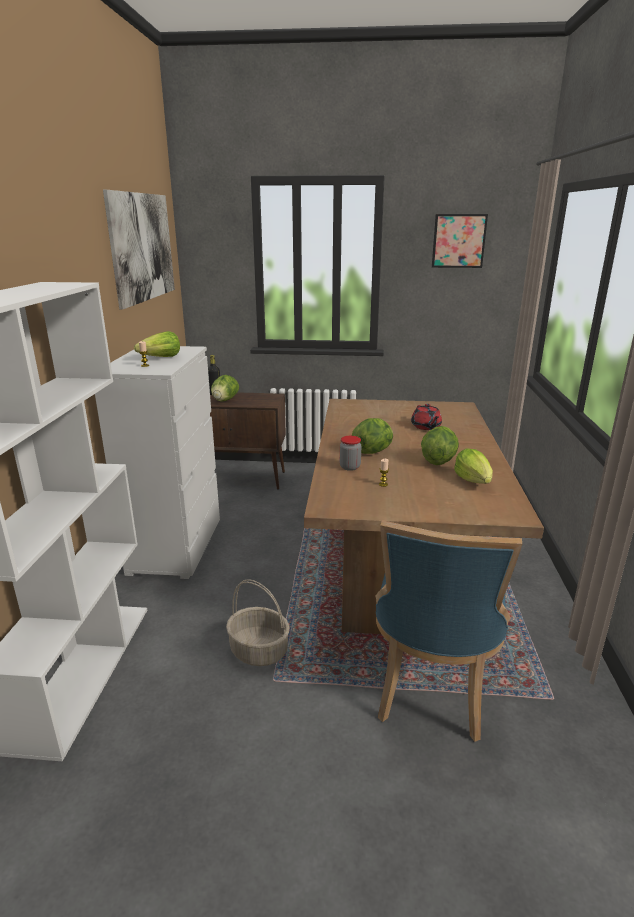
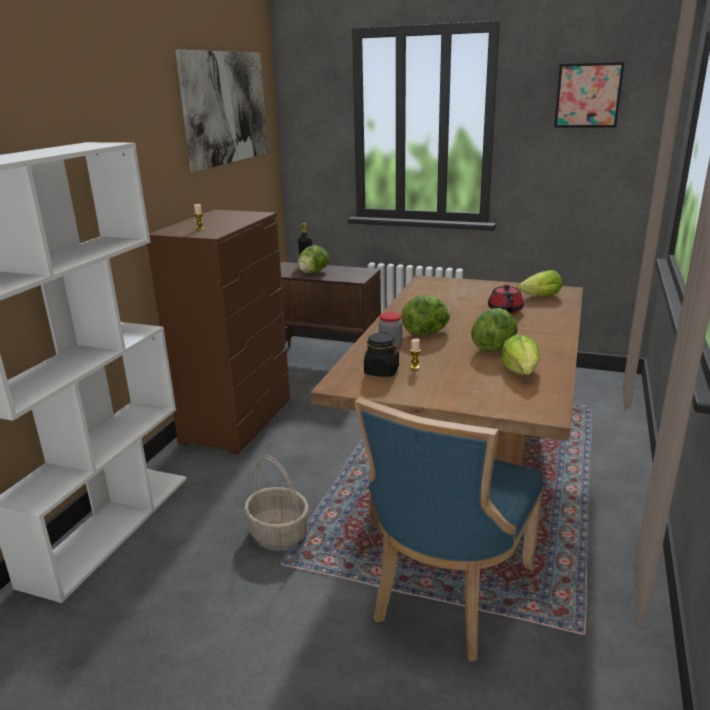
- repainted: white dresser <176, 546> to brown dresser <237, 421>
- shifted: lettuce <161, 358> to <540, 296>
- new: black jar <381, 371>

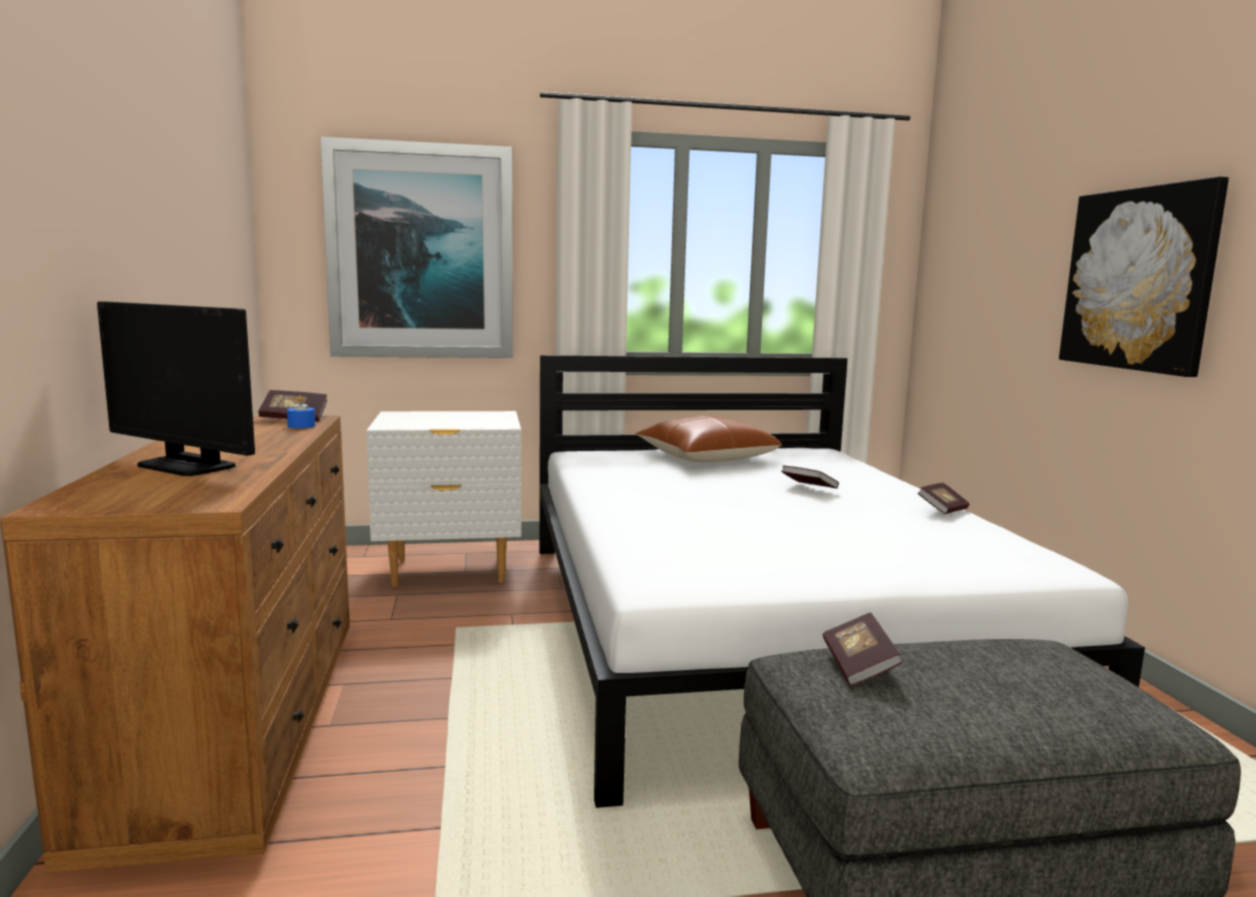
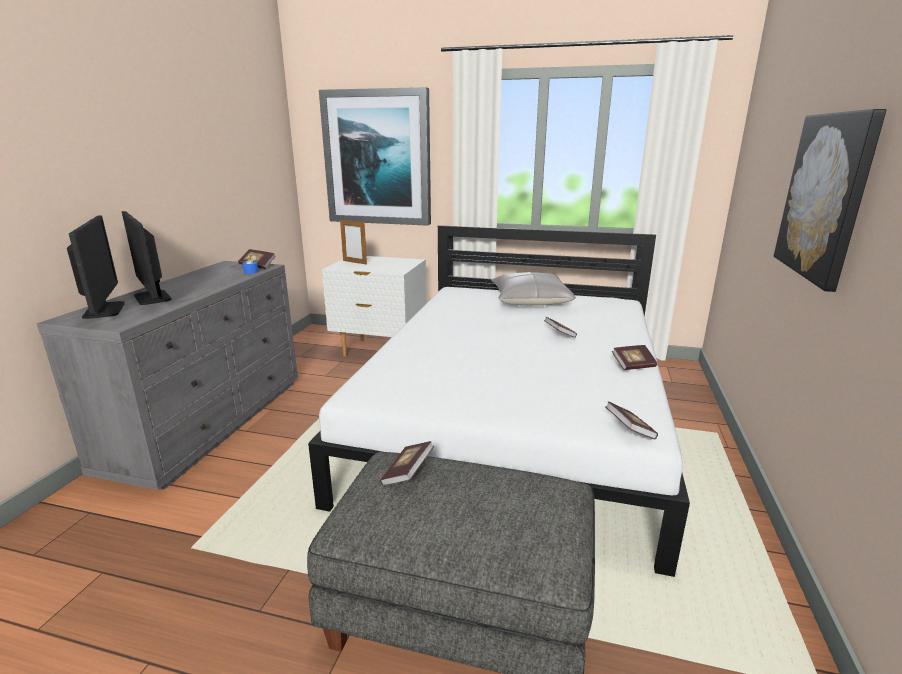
- repainted: brown dresser <240, 725> to grey dresser <211, 422>
- repainted: brown pillow <706, 457> to grey pillow <530, 300>
- new: monitor <104, 310>
- new: picture frame <354, 262>
- new: book <629, 430>

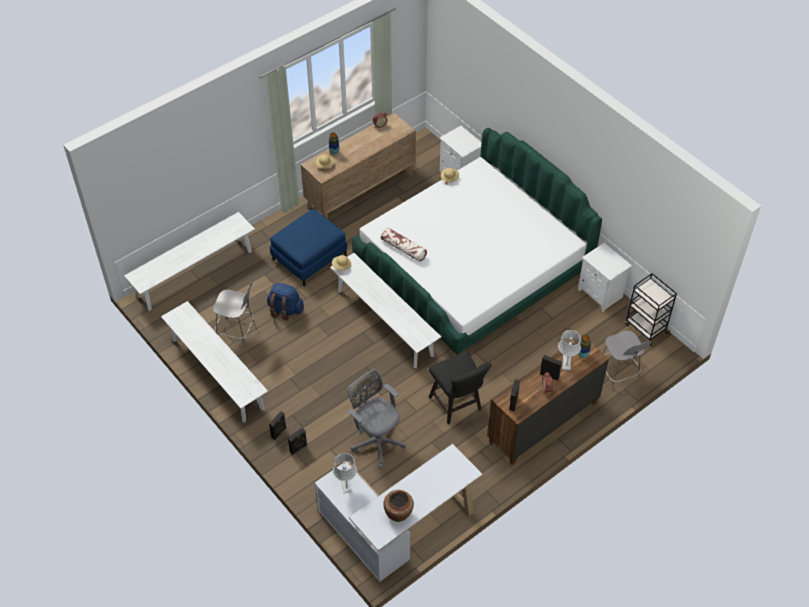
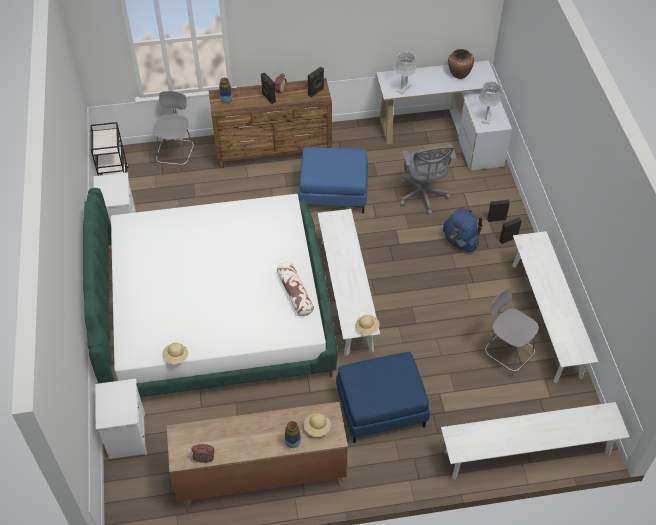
- shifted: blue backpack <285, 310> to <460, 241>
- swapped: black chair <457, 406> to blue ottoman <333, 192>
- shifted: grey table lamp <566, 362> to <403, 88>

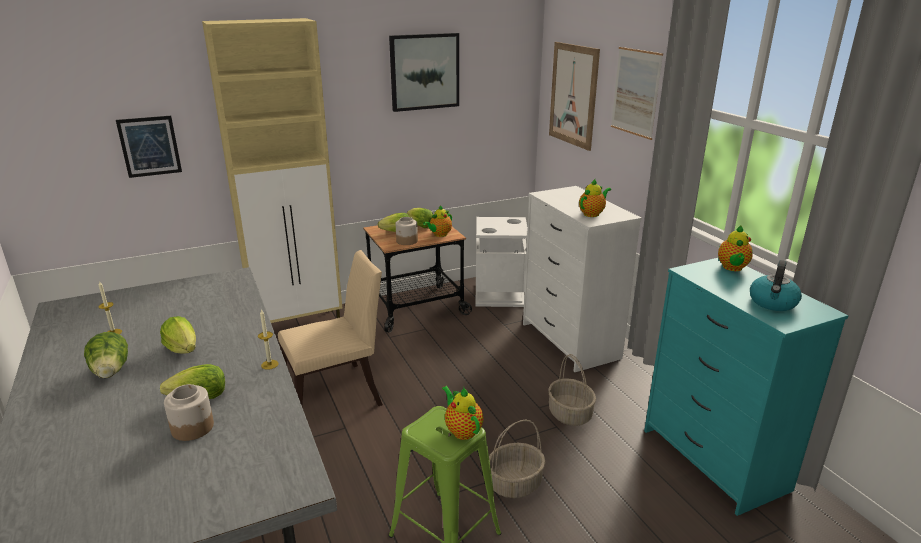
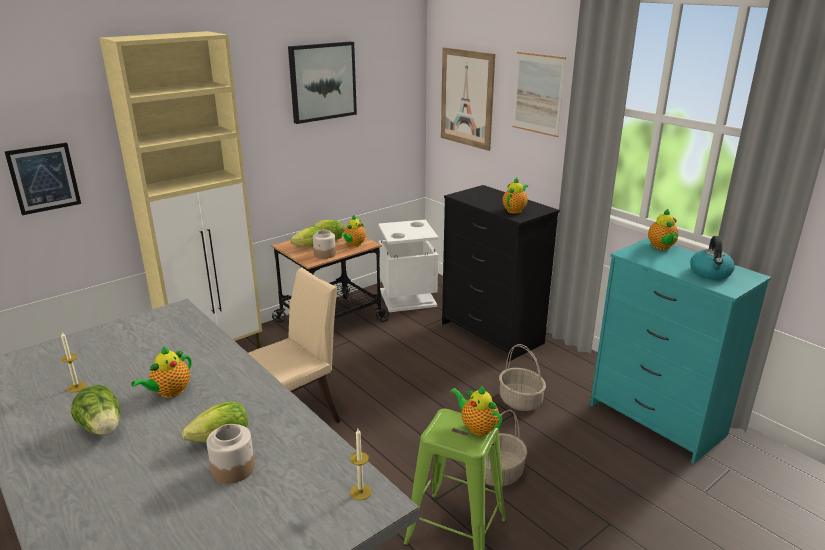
- swapped: lettuce <183, 349> to teapot <169, 392>
- shifted: candle <269, 364> to <360, 492>
- repainted: white dresser <569, 341> to black dresser <491, 333>

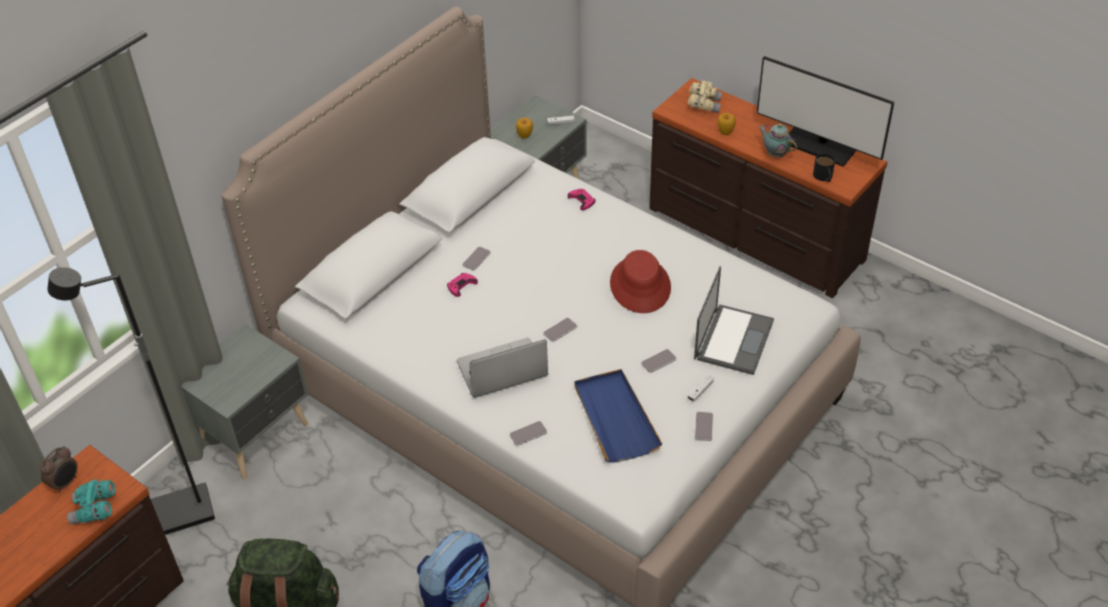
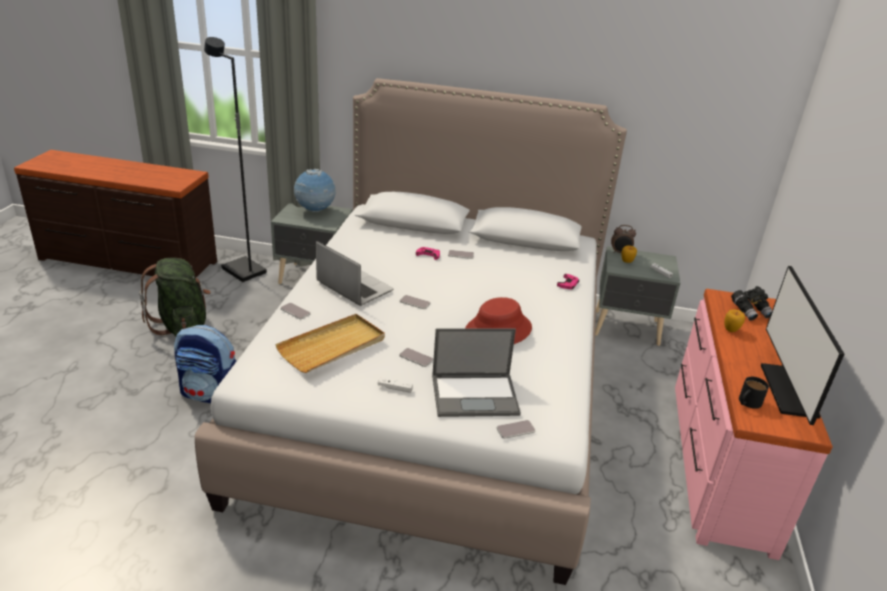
- shifted: alarm clock <65, 483> to <620, 253>
- gone: turquoise binoculars <95, 510>
- repainted: blue tray <615, 418> to beige tray <332, 346>
- repainted: brown dresser <753, 235> to pink dresser <718, 461>
- repainted: beige binoculars <704, 104> to black binoculars <750, 311>
- shifted: phone <703, 427> to <515, 430>
- gone: teapot <775, 154>
- new: globe <315, 211>

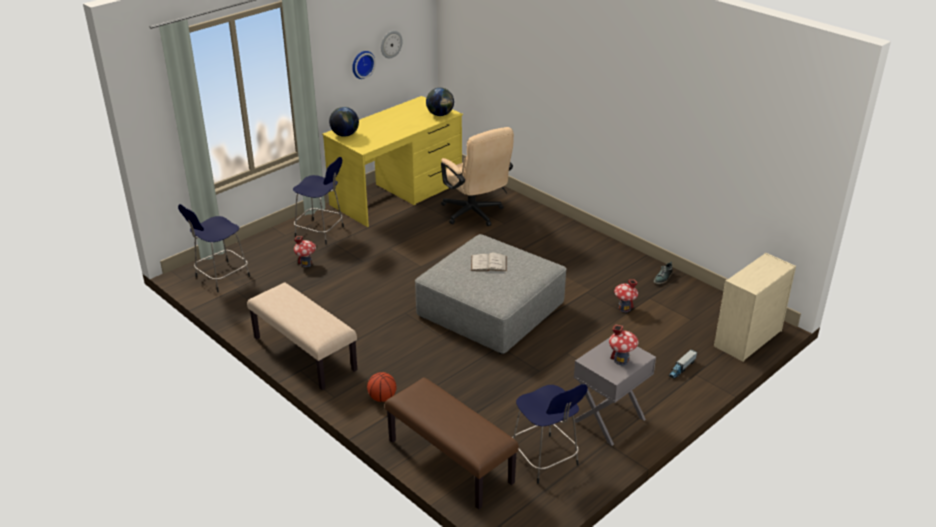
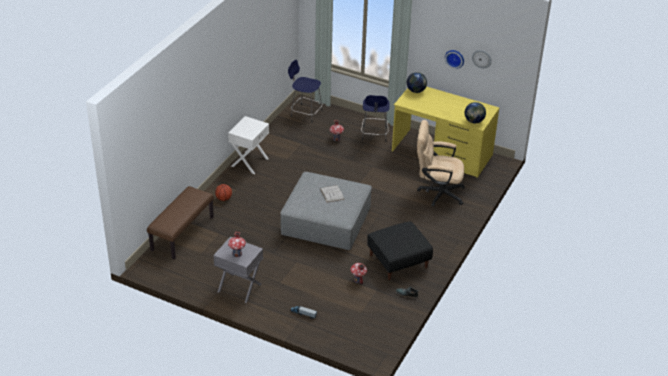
- swapped: beige bench <303, 354> to white nightstand <249, 162>
- rotated: beige office chair <475, 214> = <437, 192> 60 degrees clockwise
- gone: blue stool <545, 460>
- gone: beige dresser <747, 339>
- new: black ottoman <398, 261>

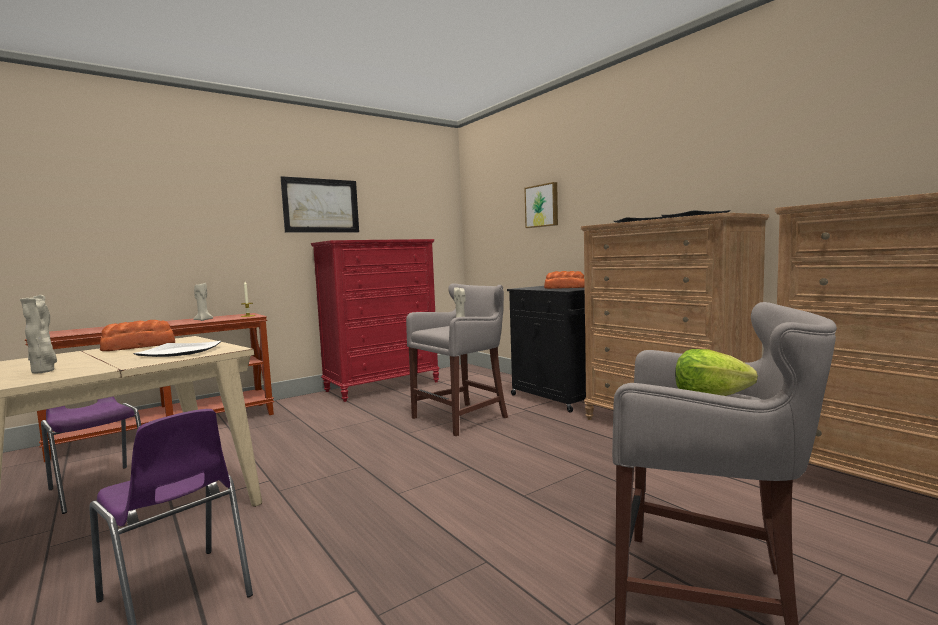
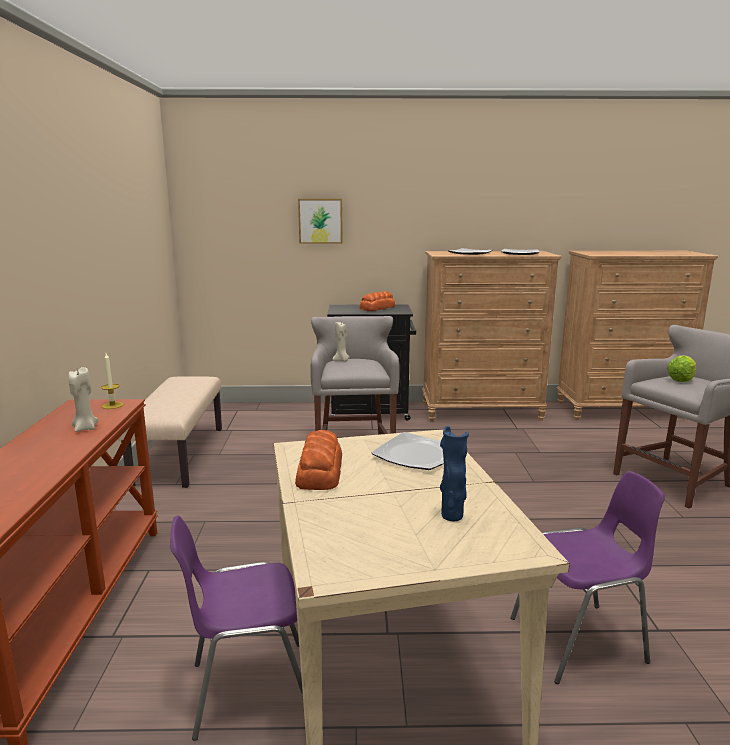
- repainted: beige vase <44, 371> to blue vase <452, 516>
- gone: picture <321, 206>
- swapped: red dresser <383, 386> to beige bench <179, 455>

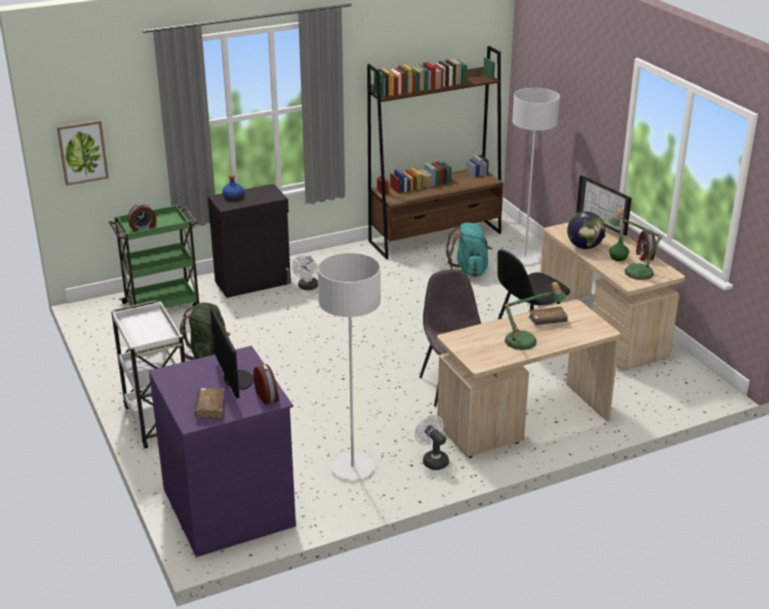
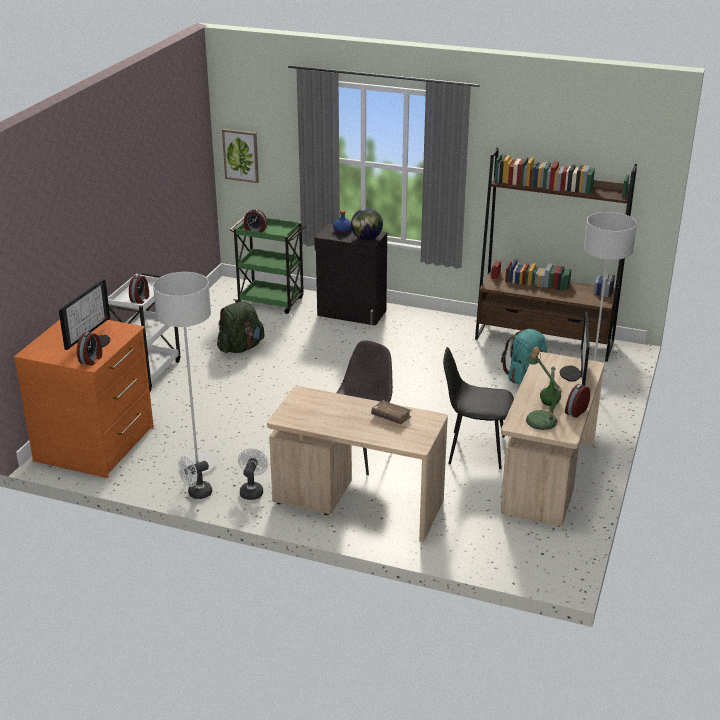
- repainted: purple dresser <230, 506> to orange dresser <96, 444>
- gone: brown book <210, 408>
- shifted: white fan <307, 287> to <196, 494>
- gone: table lamp <526, 342>
- shifted: globe <584, 247> to <366, 239>
- new: alarm clock <140, 299>

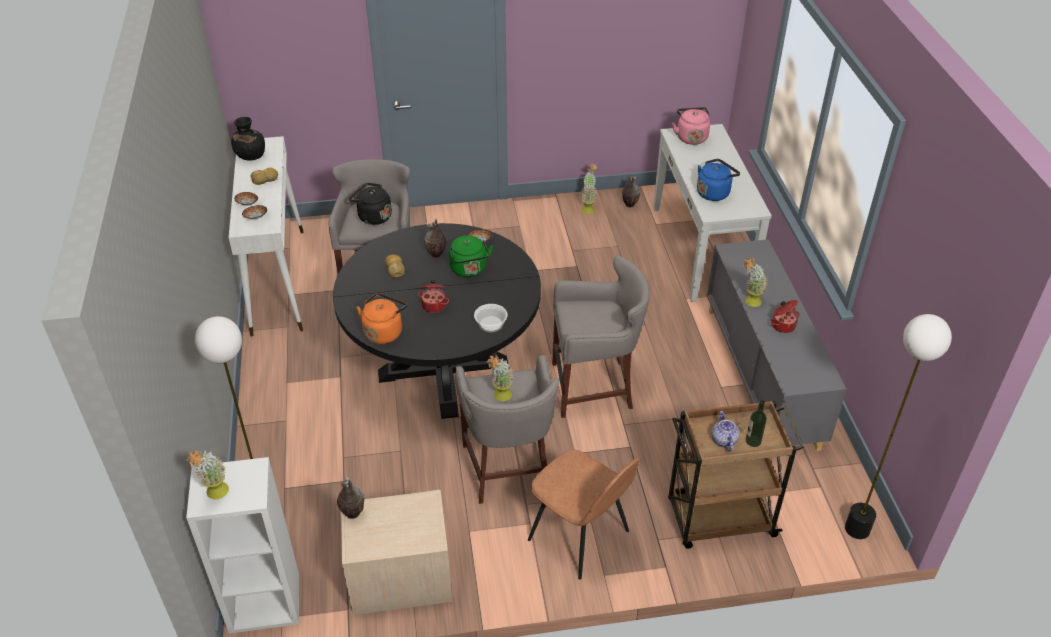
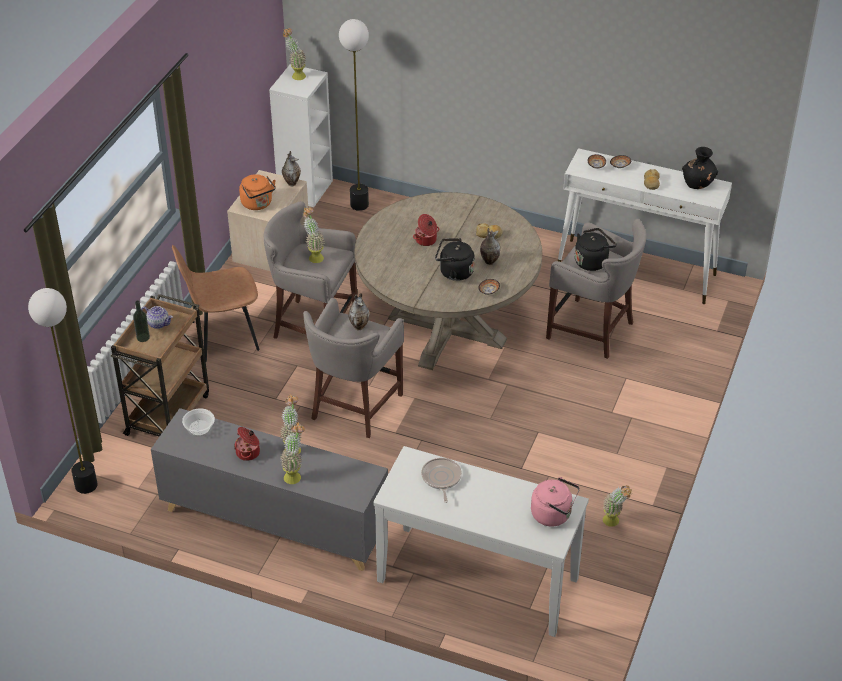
- repainted: black dining table <443, 369> to beige dining table <447, 329>
- shifted: orange kettle <384, 331> to <258, 204>
- repainted: green kettle <469, 270> to black kettle <454, 272>
- shifted: bowl <490, 324> to <199, 428>
- shifted: vase <629, 205> to <359, 326>
- swapped: blue kettle <714, 192> to frying pan <441, 478>
- new: potted plant <294, 474>

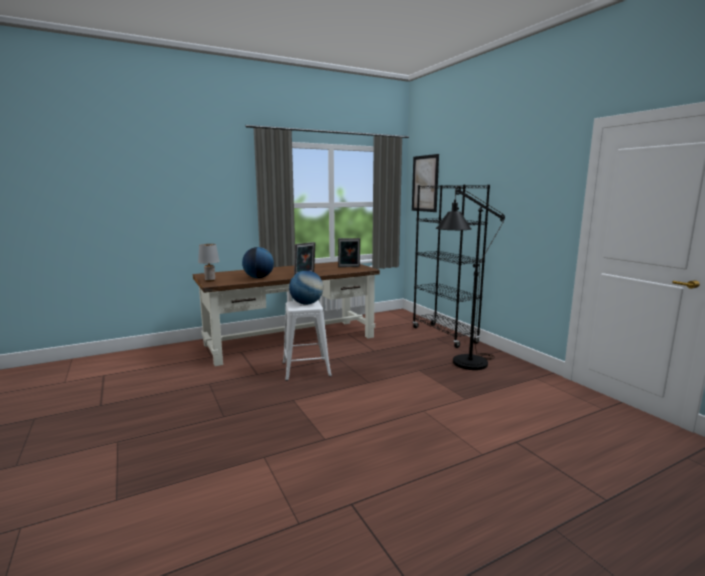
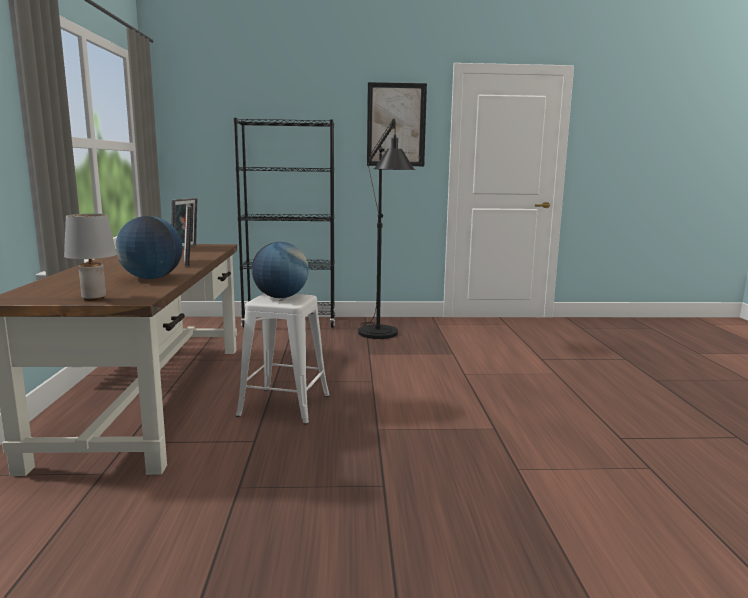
- shifted: picture <425, 183> to <396, 125>

